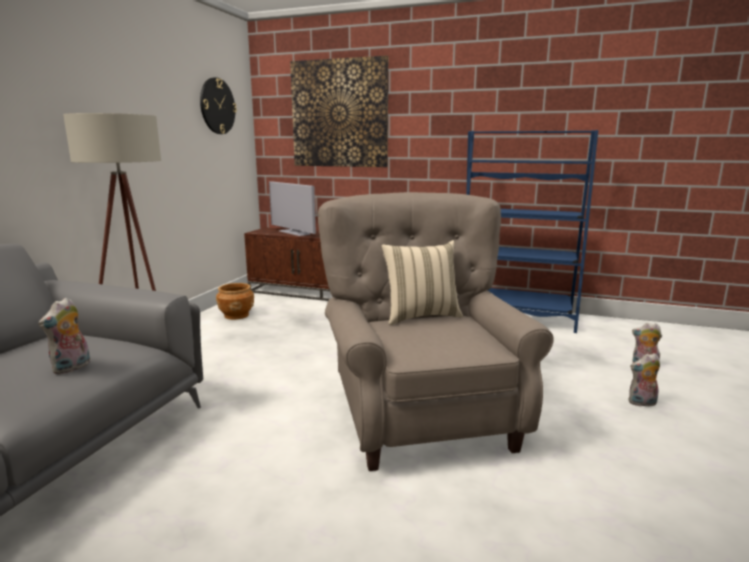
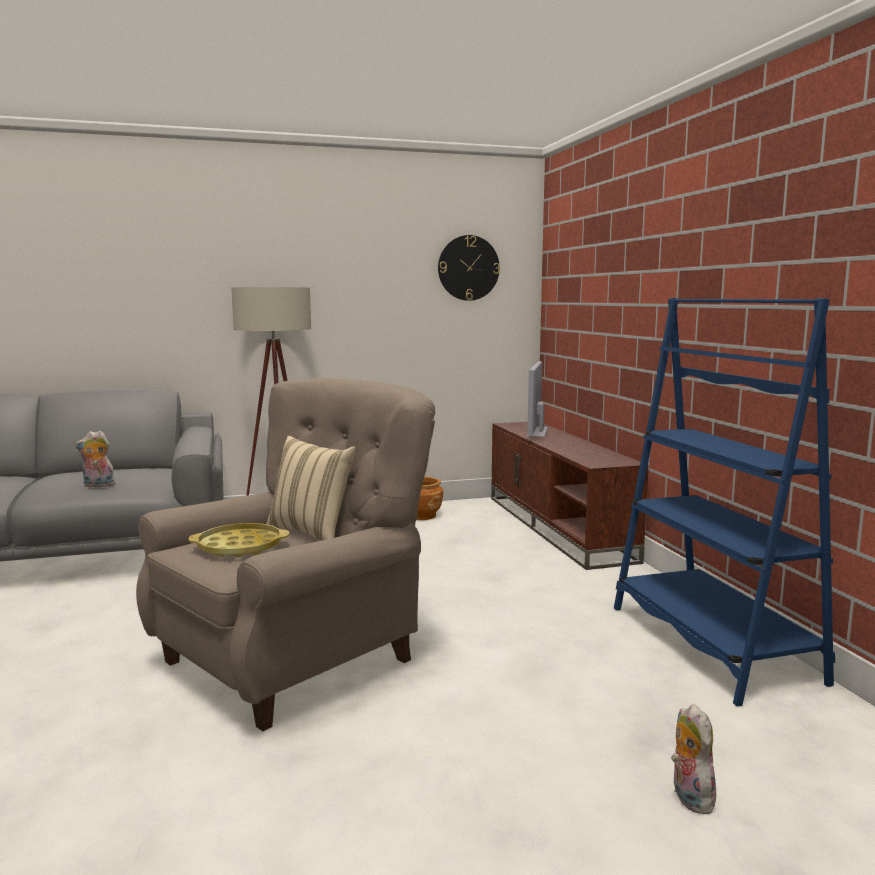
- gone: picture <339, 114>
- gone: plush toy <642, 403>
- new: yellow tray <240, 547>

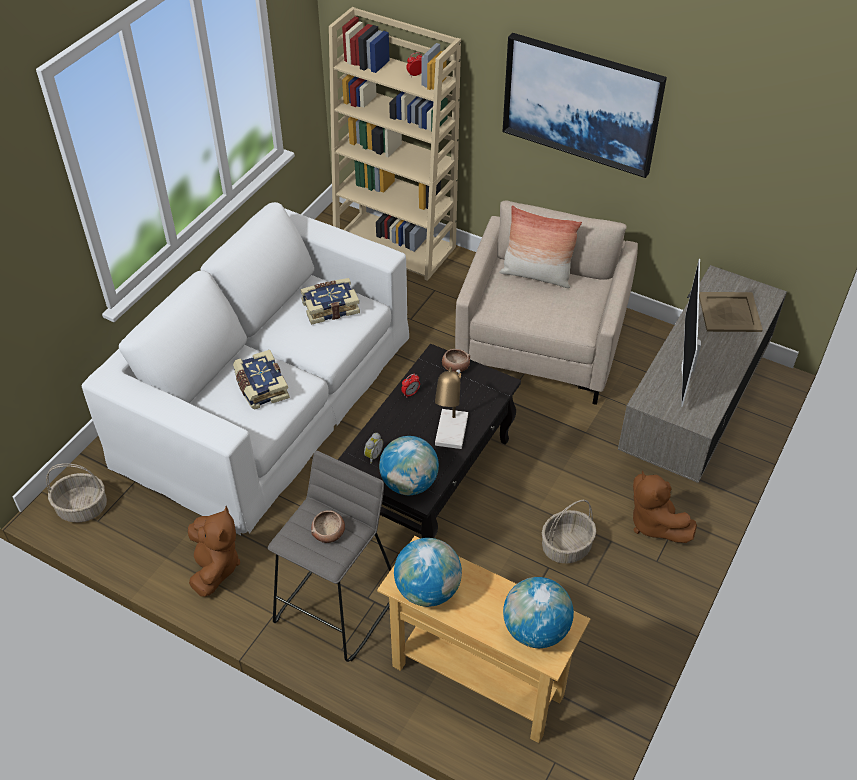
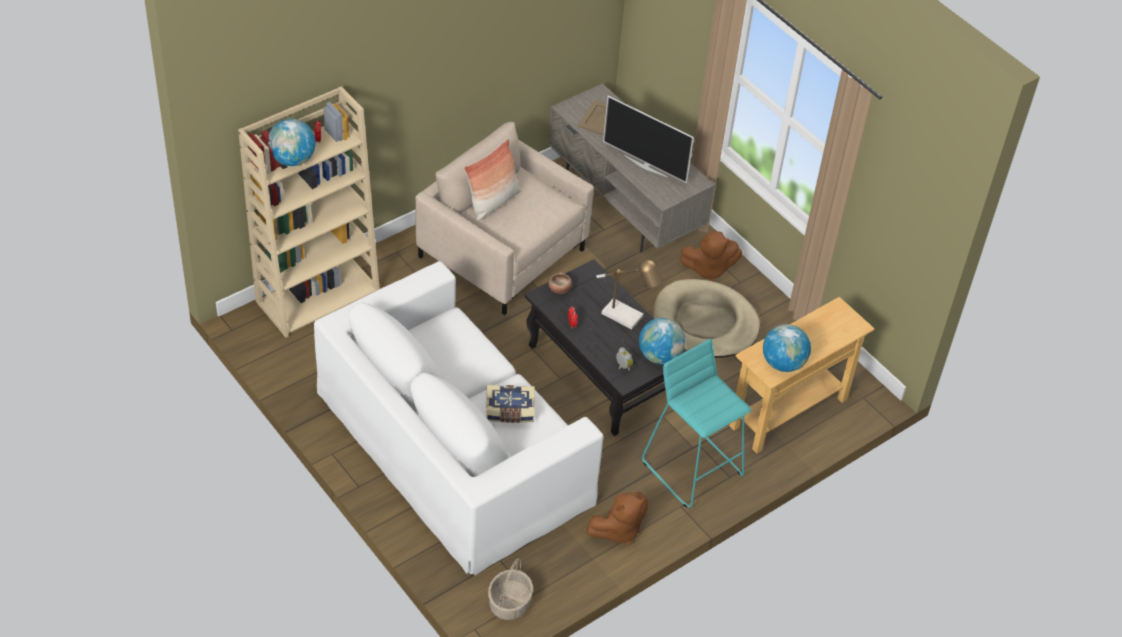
- rotated: brown plush toy <215, 567> = <618, 530> 135 degrees clockwise
- repainted: grey stool <337, 608> to turquoise stool <693, 468>
- gone: book <330, 307>
- gone: bowl <329, 533>
- gone: picture <581, 103>
- shifted: globe <535, 630> to <292, 159>
- swapped: basket <566, 547> to beige dog bed <705, 323>

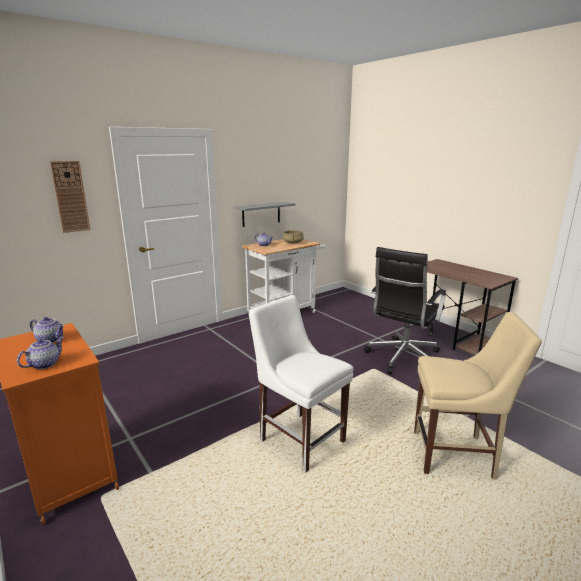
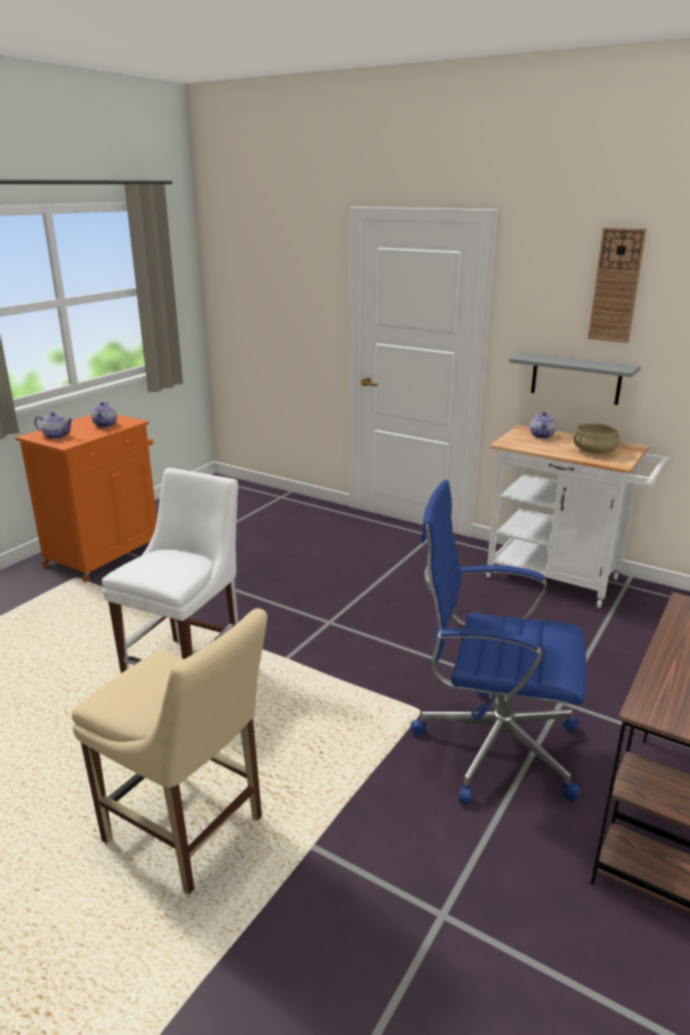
- shifted: wall clock <70, 197> to <616, 285>
- repainted: black office chair <402, 358> to blue office chair <492, 745>
- rotated: beige chair <457, 455> = <189, 833> 45 degrees counterclockwise

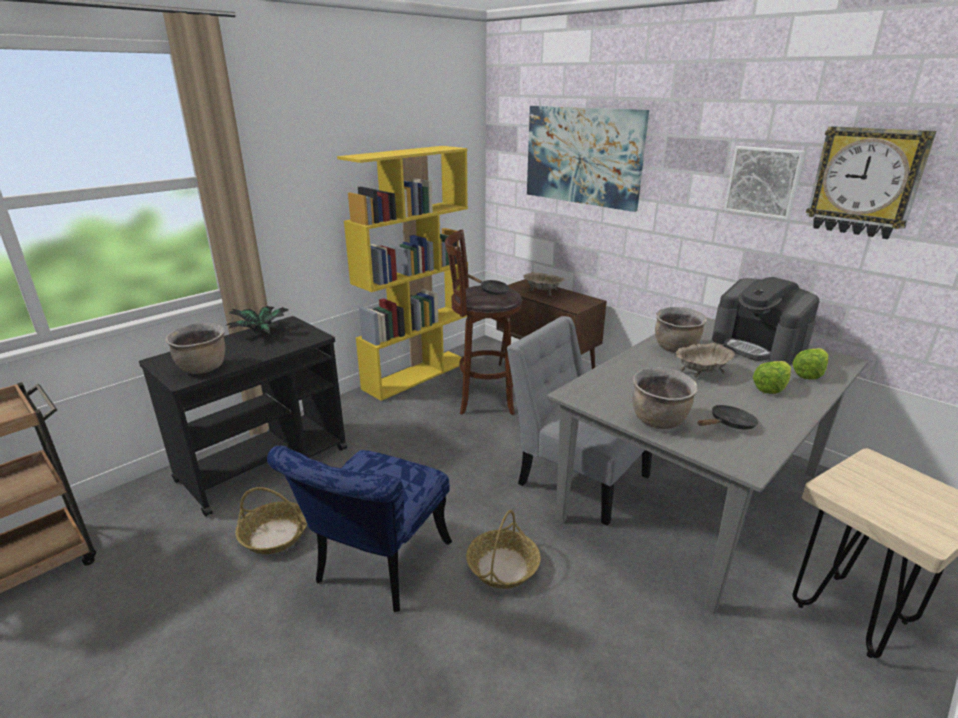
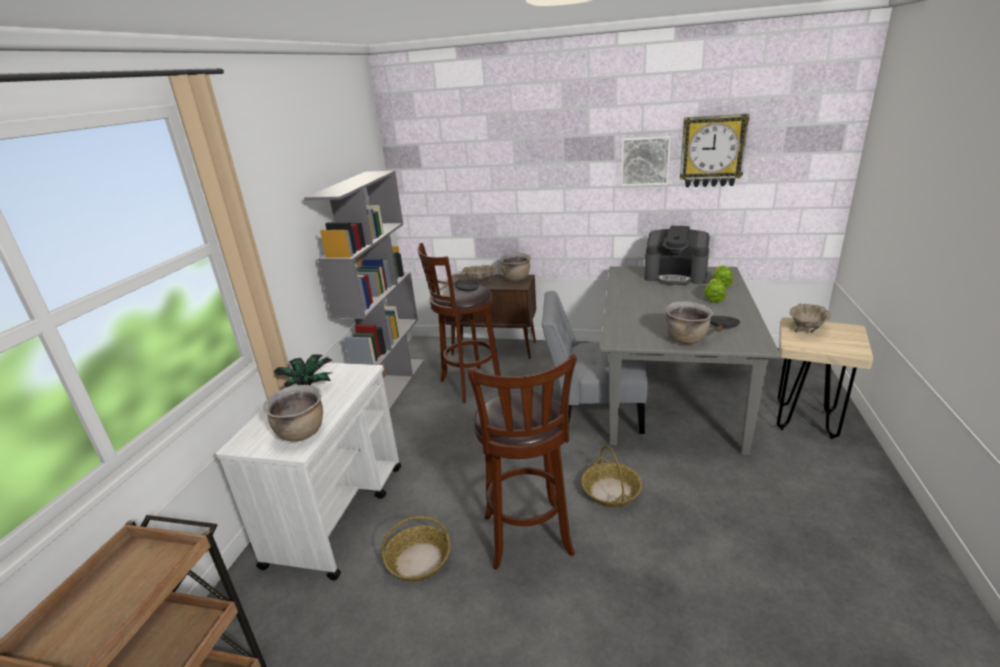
- repainted: black cart <265, 464> to white cart <338, 513>
- swapped: blue chair <375, 569> to brown stool <528, 539>
- repainted: yellow bookcase <417, 374> to grey bookcase <391, 386>
- gone: picture <583, 156>
- shifted: brown cooking pot <676, 348> to <516, 279>
- shifted: beige bowl <701, 373> to <807, 328>

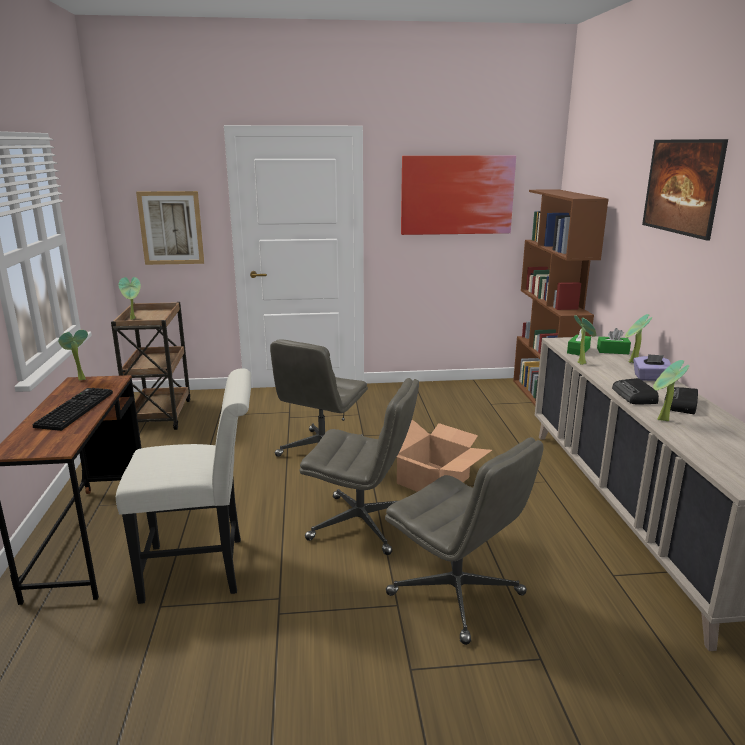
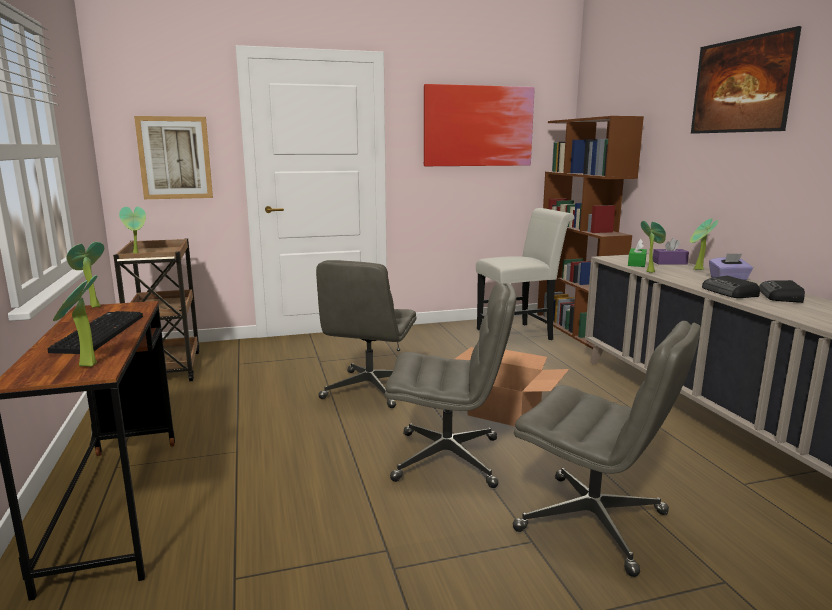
- shifted: white chair <203, 568> to <519, 334>
- repainted: green tissue box <612, 351> to purple tissue box <669, 262>
- shifted: potted plant <662, 420> to <84, 366>

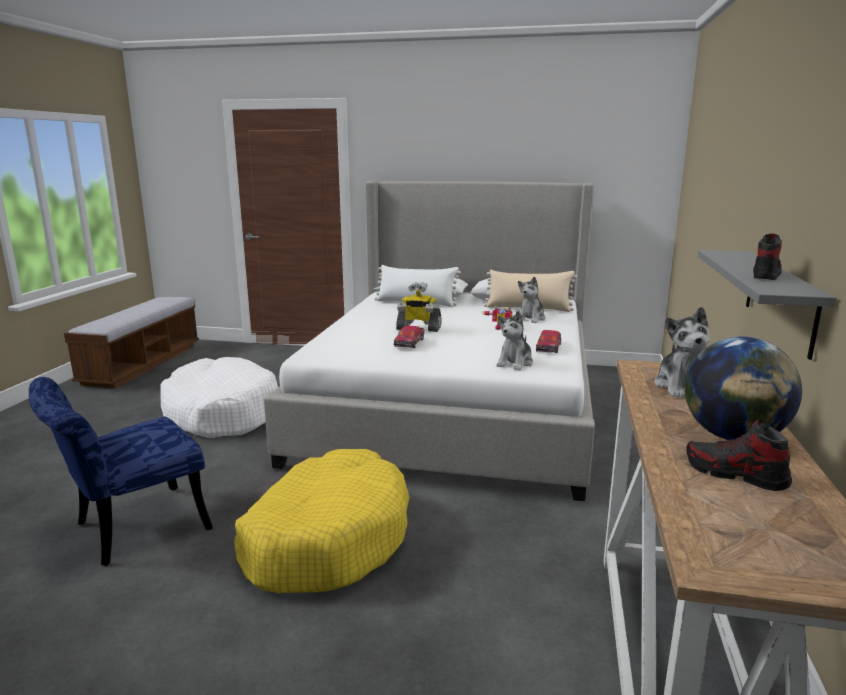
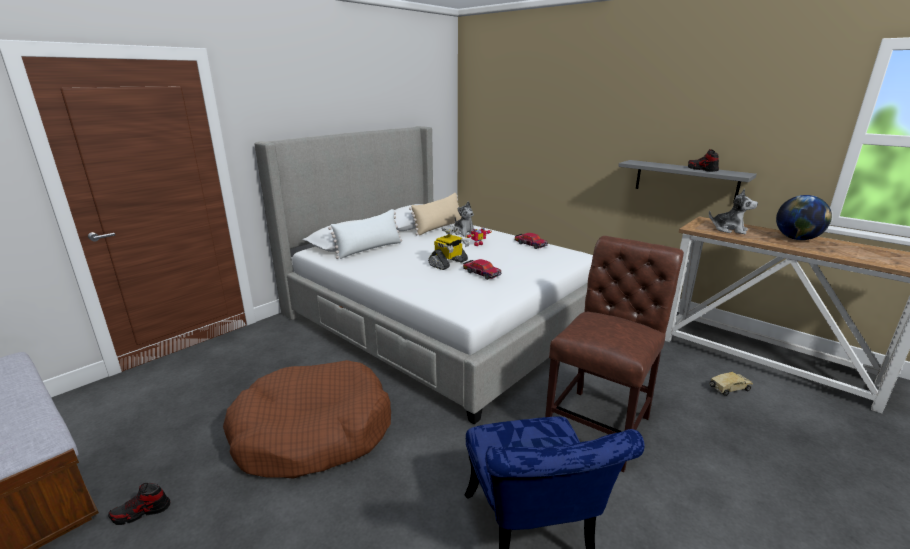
- repainted: white dog bed <222, 413> to brown dog bed <313, 432>
- swapped: yellow dog bed <326, 538> to brown chair <601, 423>
- gone: plush toy <515, 363>
- shifted: shoe <735, 474> to <141, 512>
- new: toy truck <728, 389>

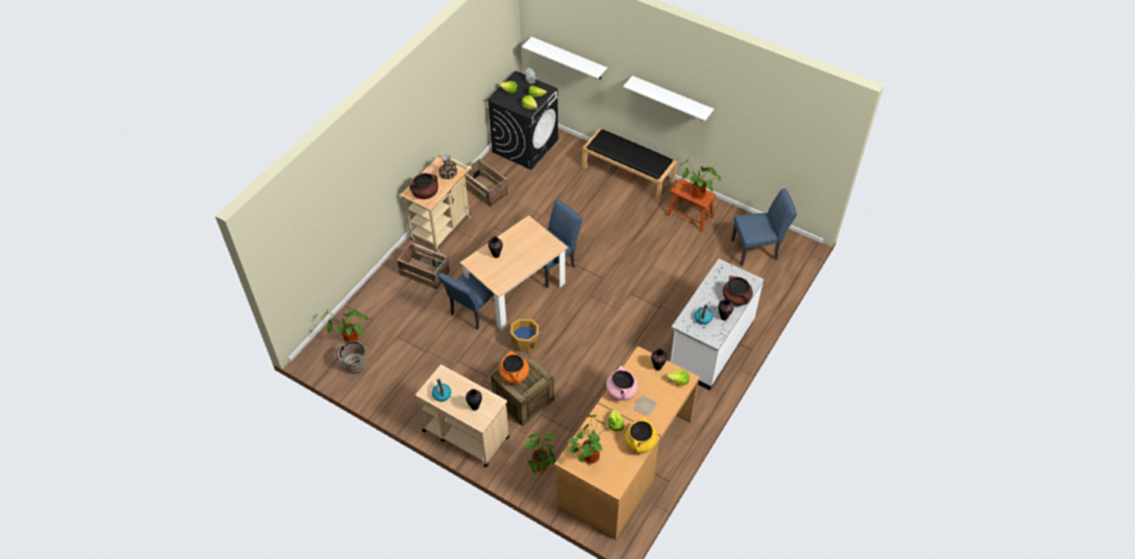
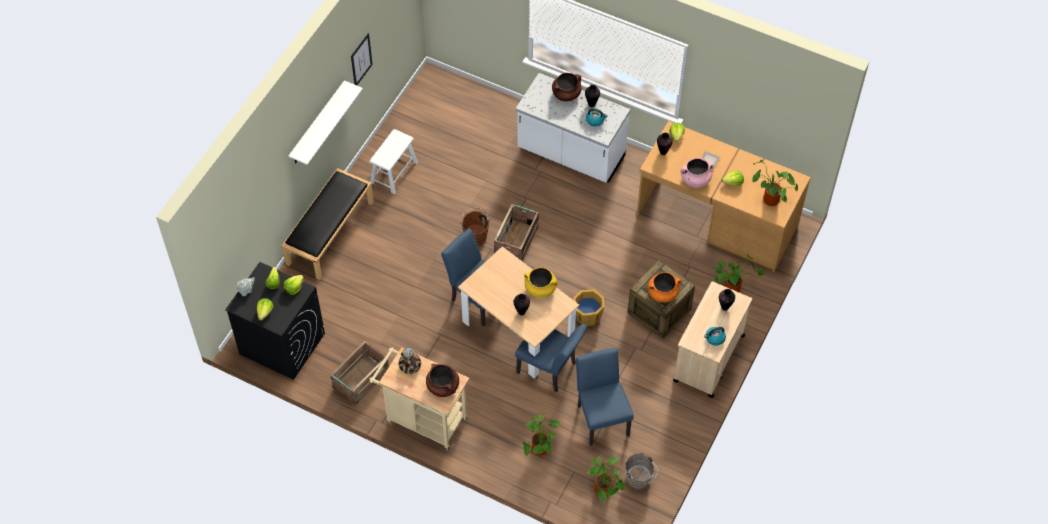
- shifted: crate <425, 273> to <517, 240>
- gone: white shelf <568, 58>
- shifted: yellow cooking pot <640, 443> to <540, 288>
- repainted: brown stool <690, 215> to white stool <394, 172>
- shifted: potted plant <696, 195> to <540, 450>
- shifted: blue chair <758, 249> to <601, 416>
- new: picture <361, 60>
- new: brown bucket <475, 235>

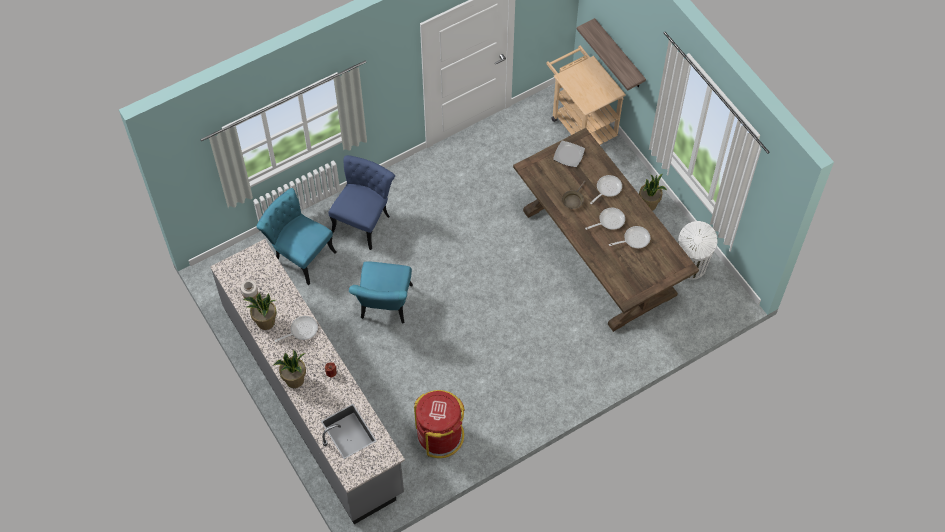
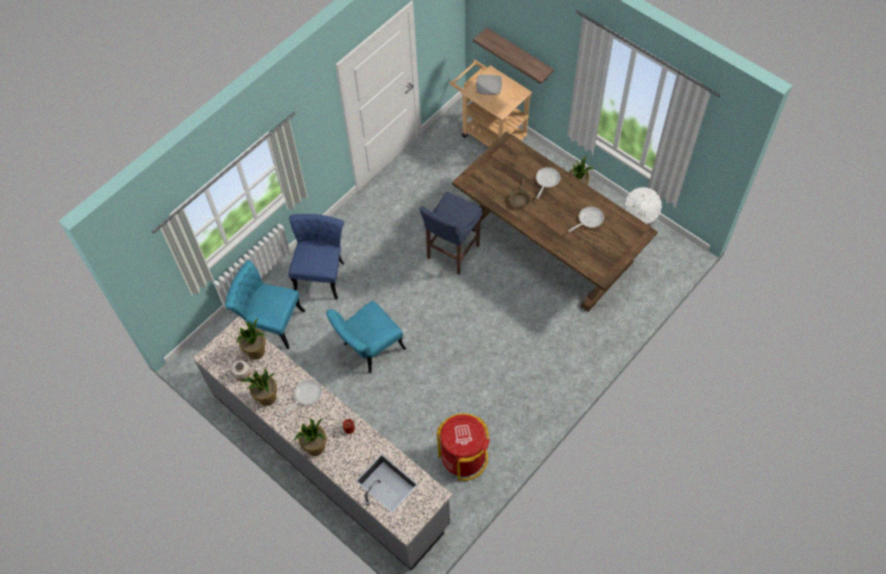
- rotated: turquoise chair <385, 307> = <369, 349> 60 degrees clockwise
- shifted: plate <569, 155> to <489, 85>
- gone: frying pan <609, 221>
- new: potted plant <256, 351>
- new: blue stool <451, 253>

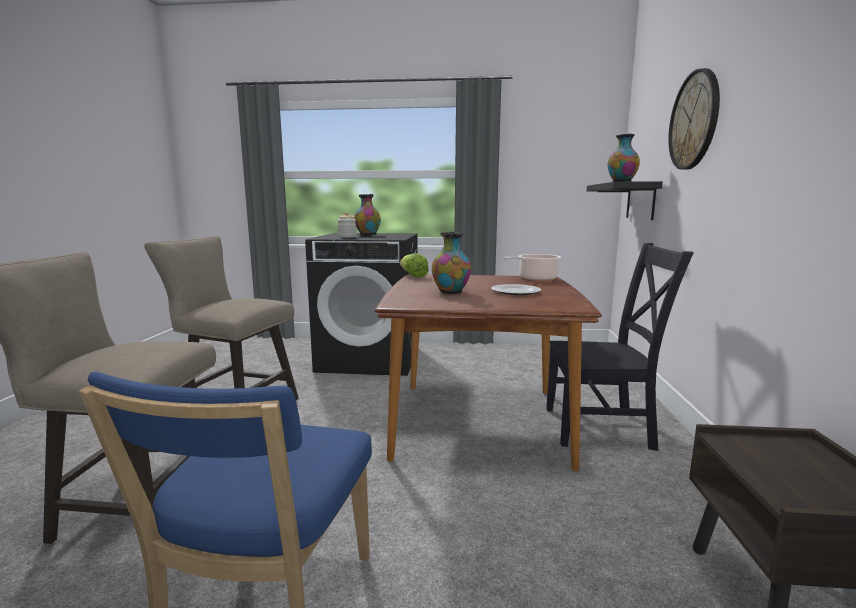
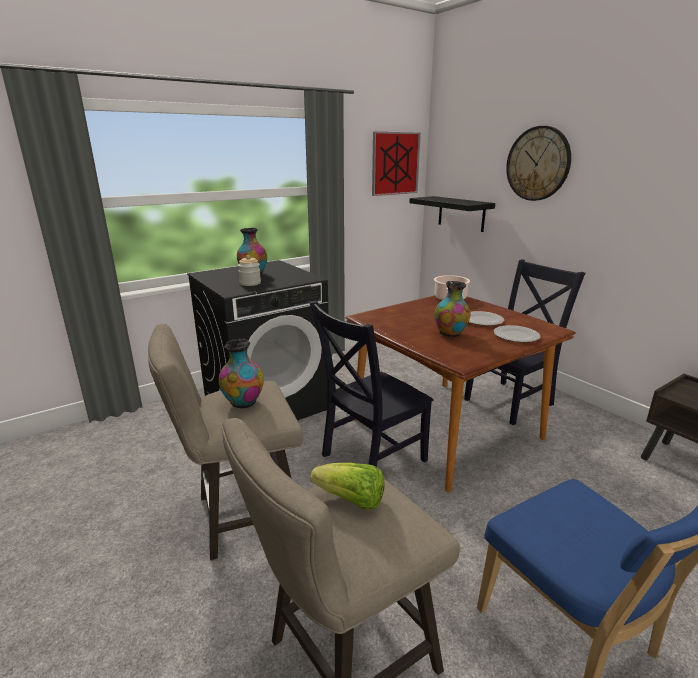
- shifted: lettuce <412, 276> to <351, 500>
- shifted: vase <621, 182> to <243, 403>
- new: black chair <370, 459>
- new: picture <395, 163>
- new: plate <516, 336>

